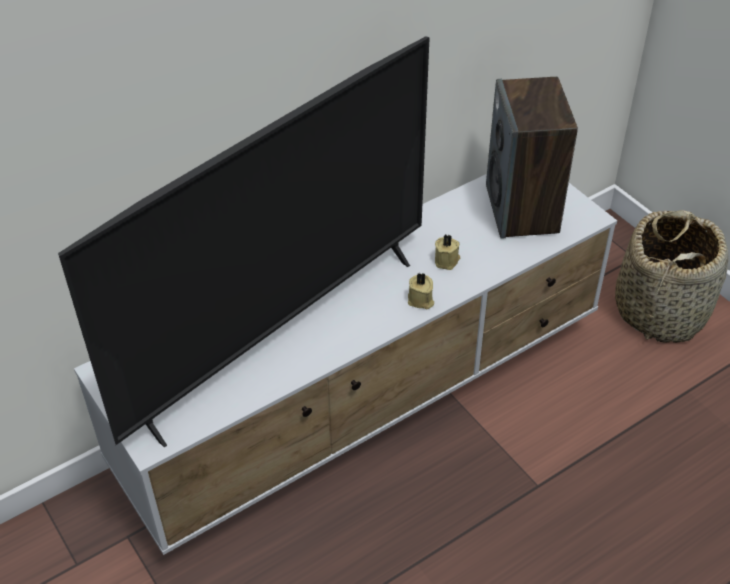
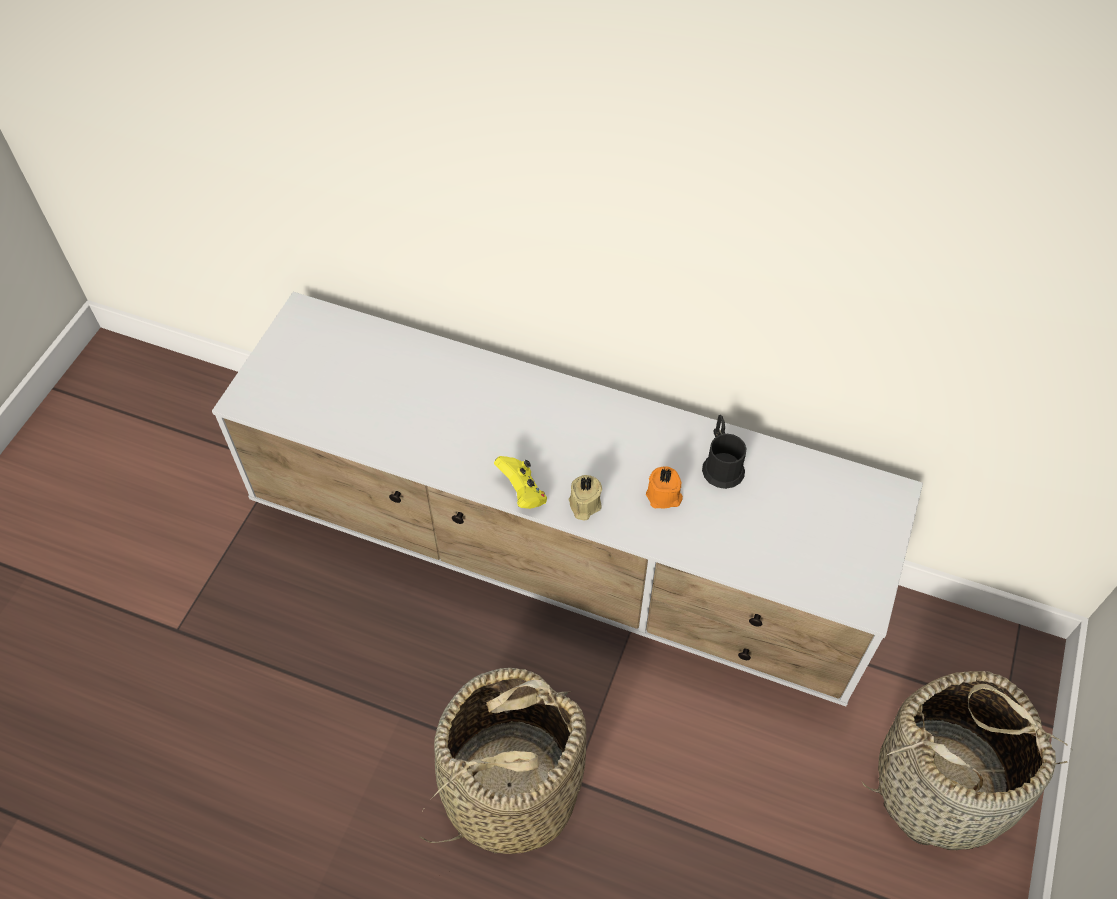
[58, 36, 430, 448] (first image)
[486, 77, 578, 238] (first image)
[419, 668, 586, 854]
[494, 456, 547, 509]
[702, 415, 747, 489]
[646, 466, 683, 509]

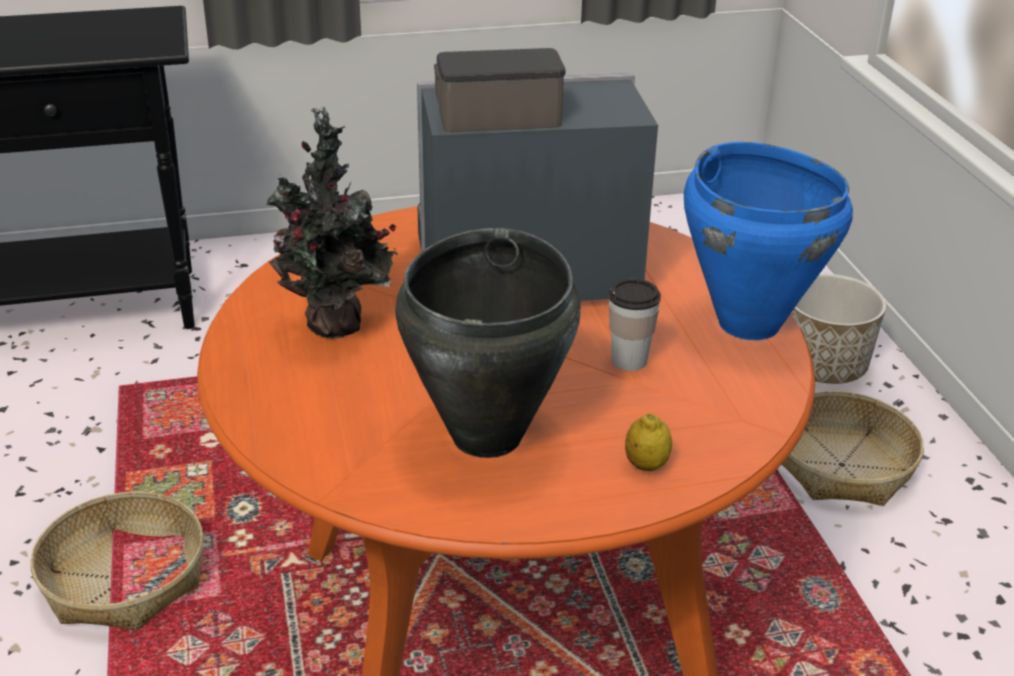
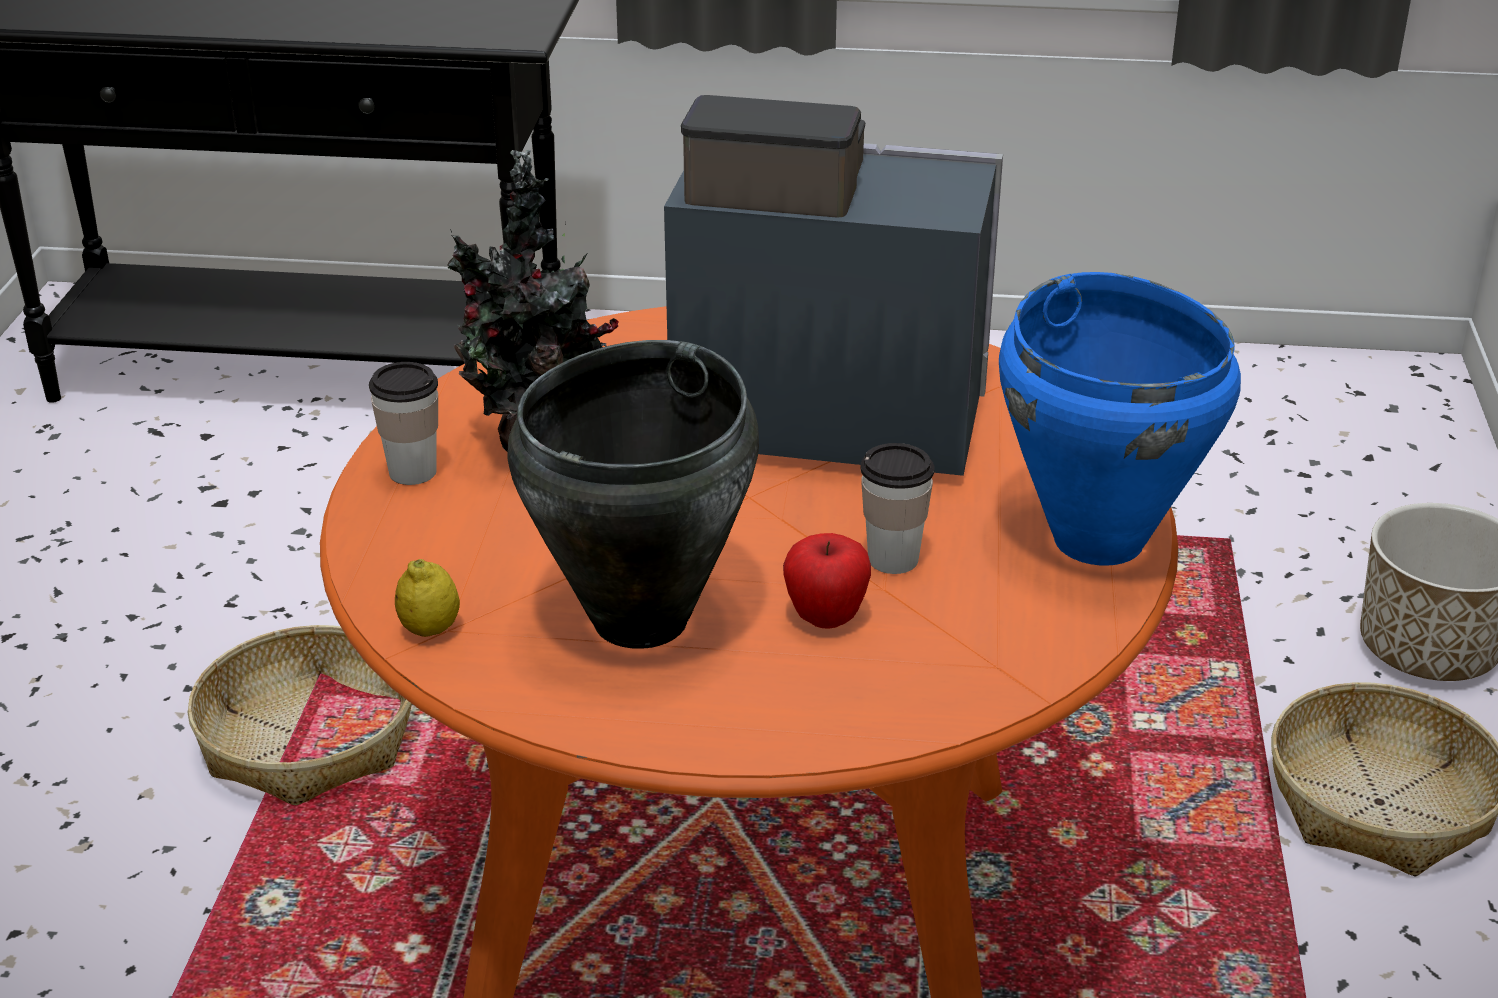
[369, 362, 438, 485]
[783, 533, 871, 629]
[395, 559, 460, 637]

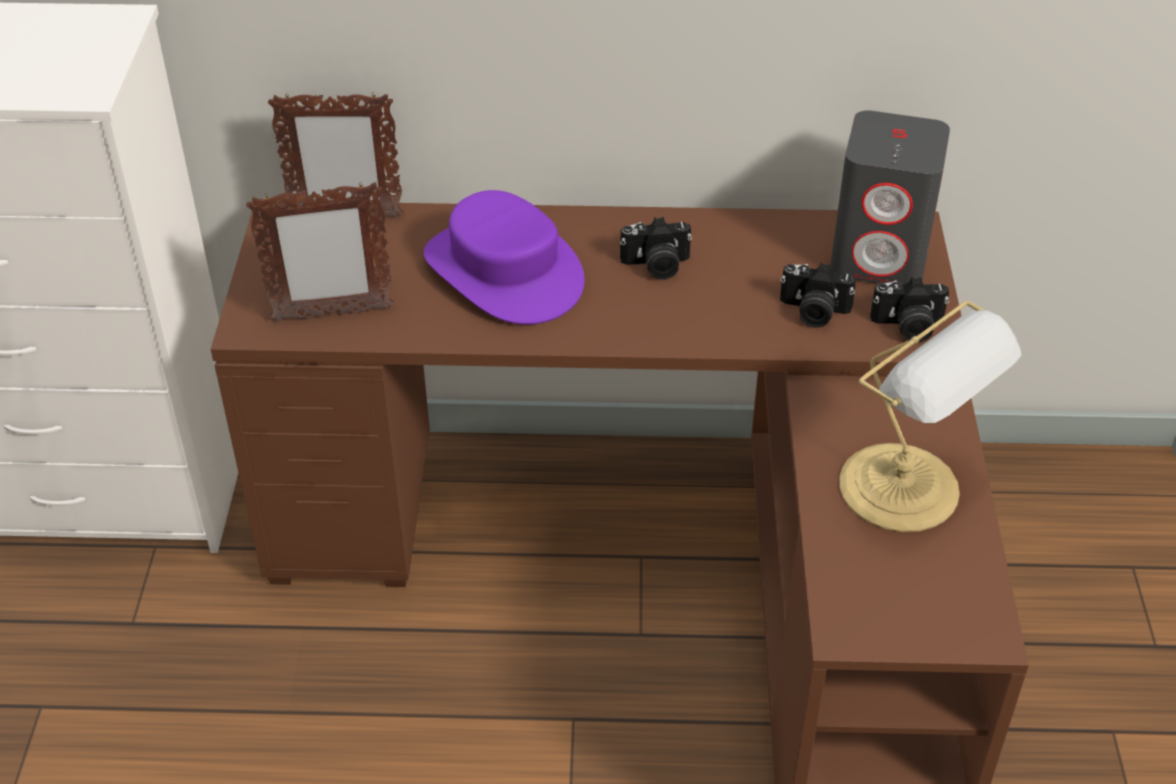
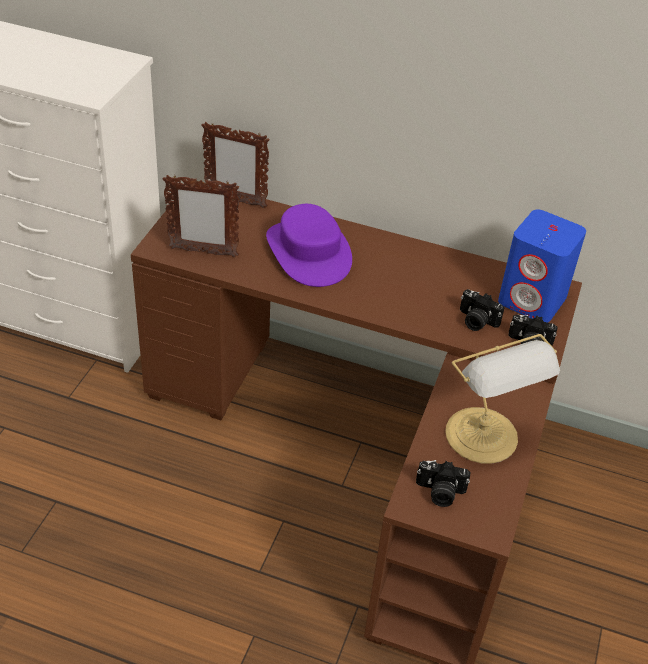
[416, 460, 471, 507]
[498, 209, 586, 323]

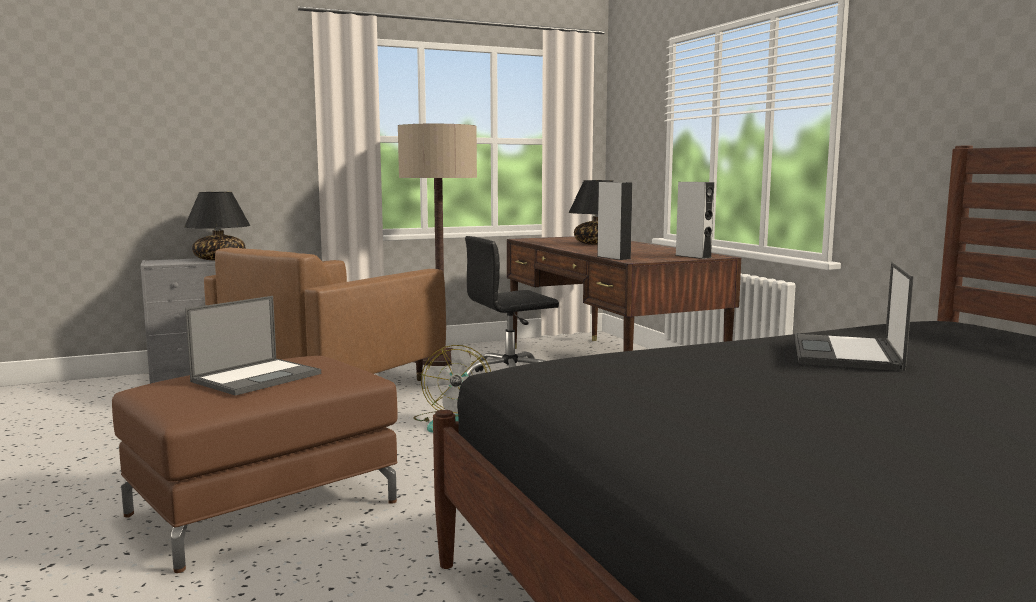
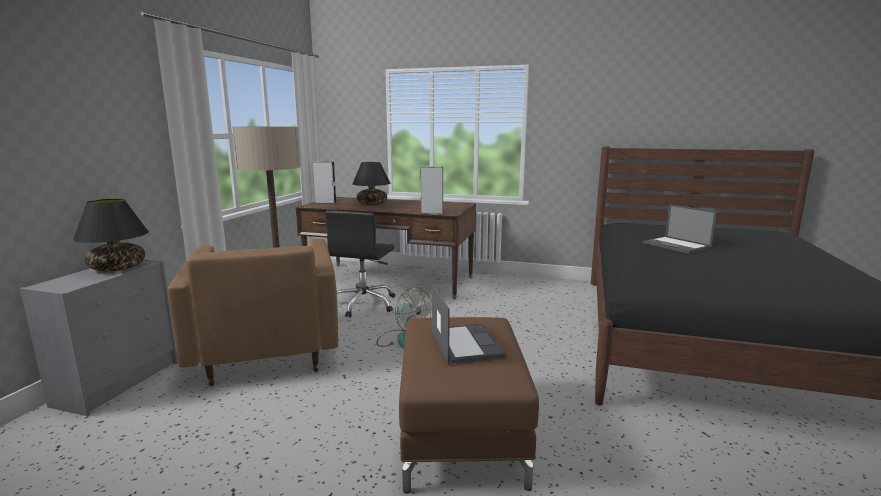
[313, 162, 336, 204]

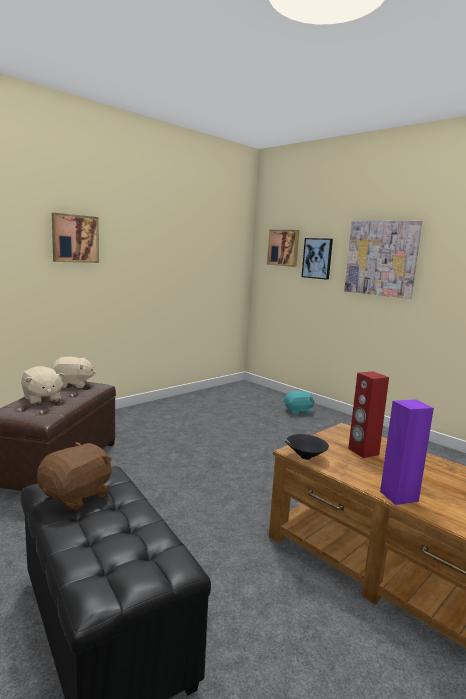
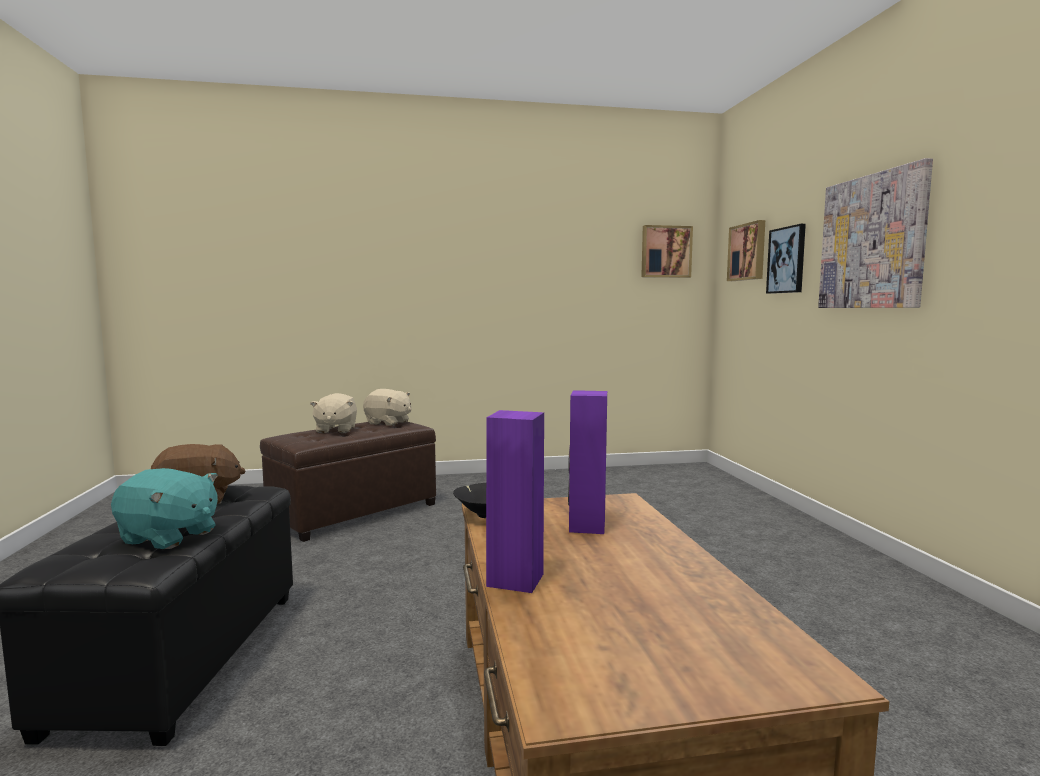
[641, 225, 693, 278]
[111, 468, 218, 549]
[568, 390, 607, 534]

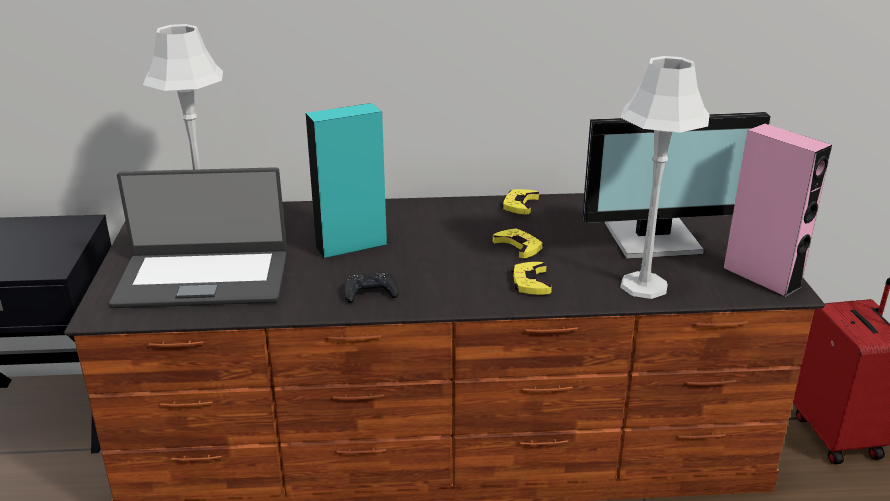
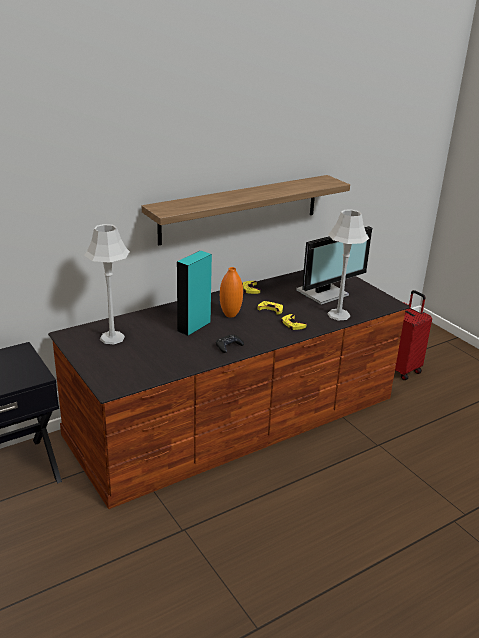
[109, 167, 287, 308] (first image)
[722, 124, 832, 298] (first image)
[142, 175, 350, 245]
[220, 267, 243, 317]

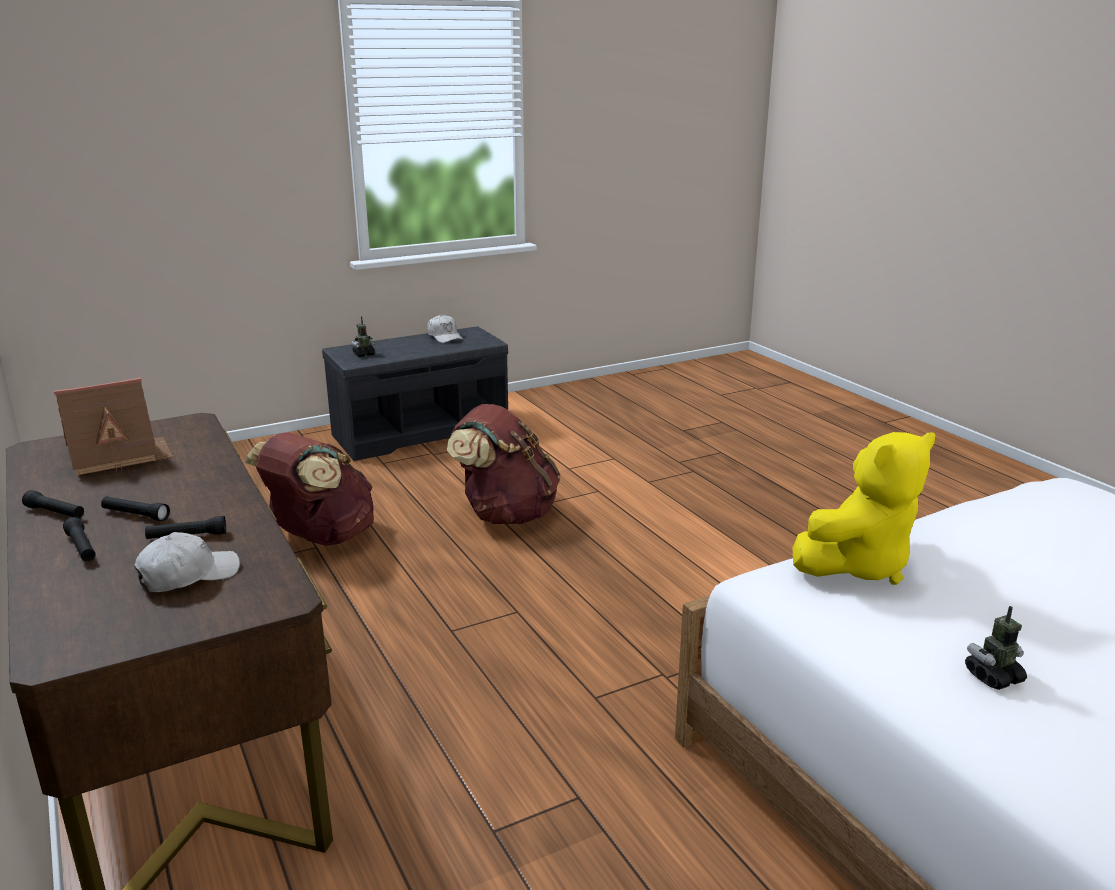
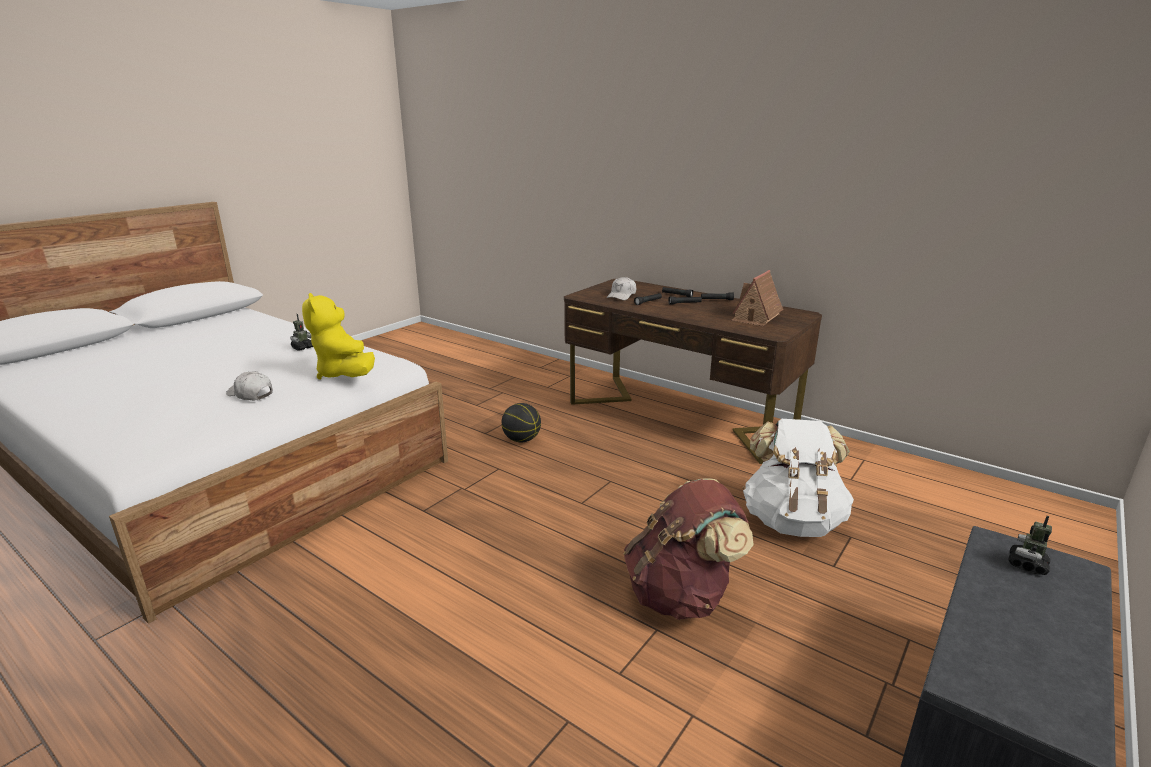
[502, 403, 541, 443]
[226, 371, 273, 400]
[742, 419, 854, 537]
[302, 293, 375, 380]

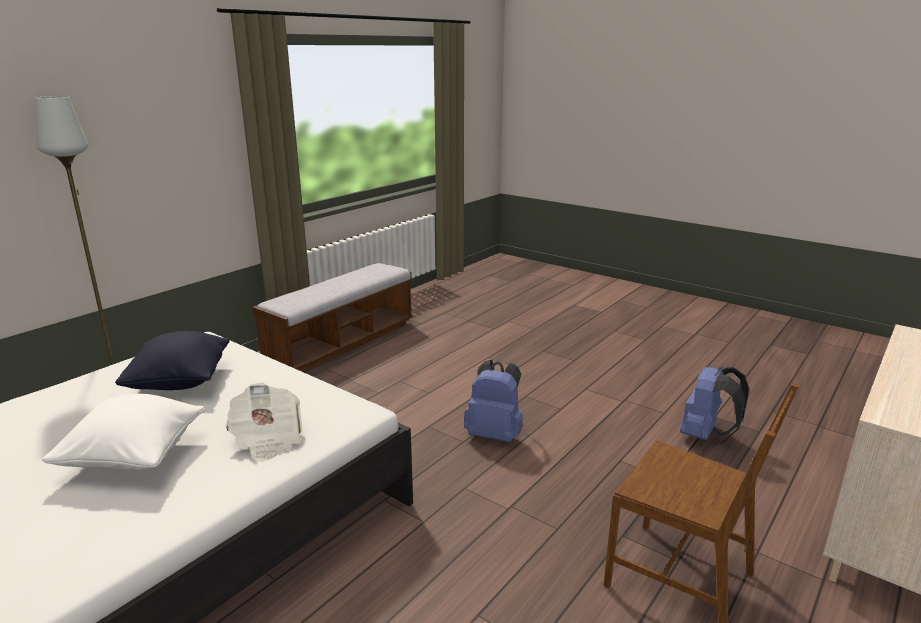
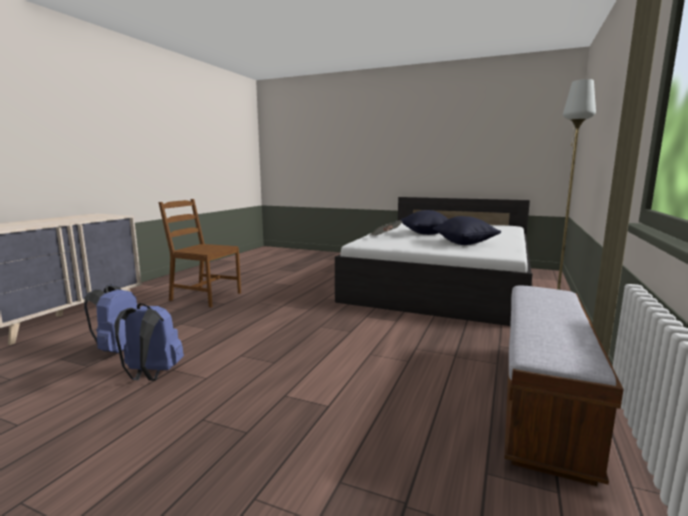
[114, 303, 184, 381]
[400, 210, 448, 235]

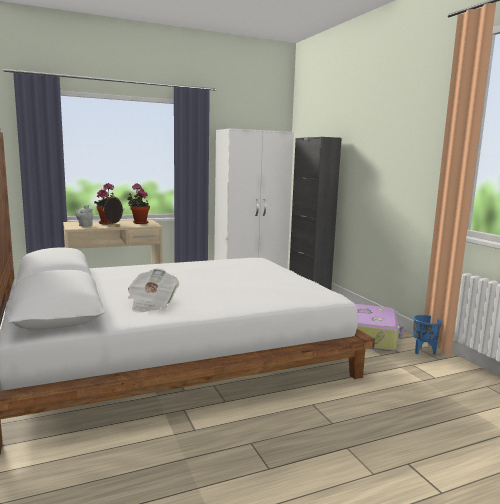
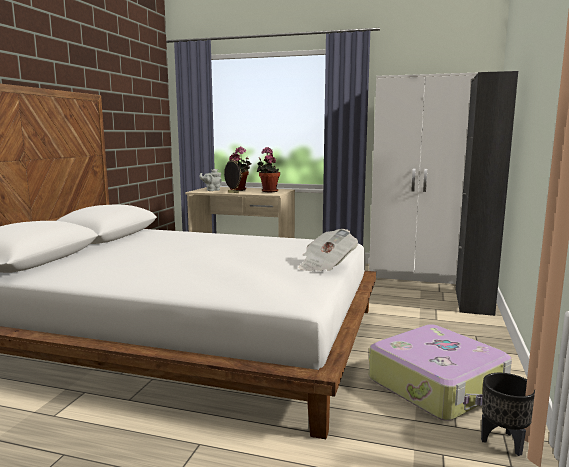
[299, 229, 358, 271]
[481, 373, 535, 456]

